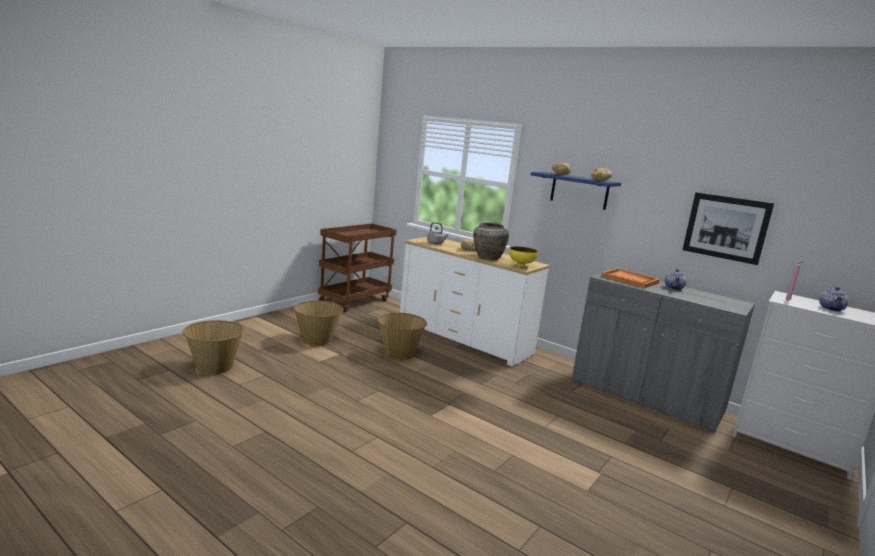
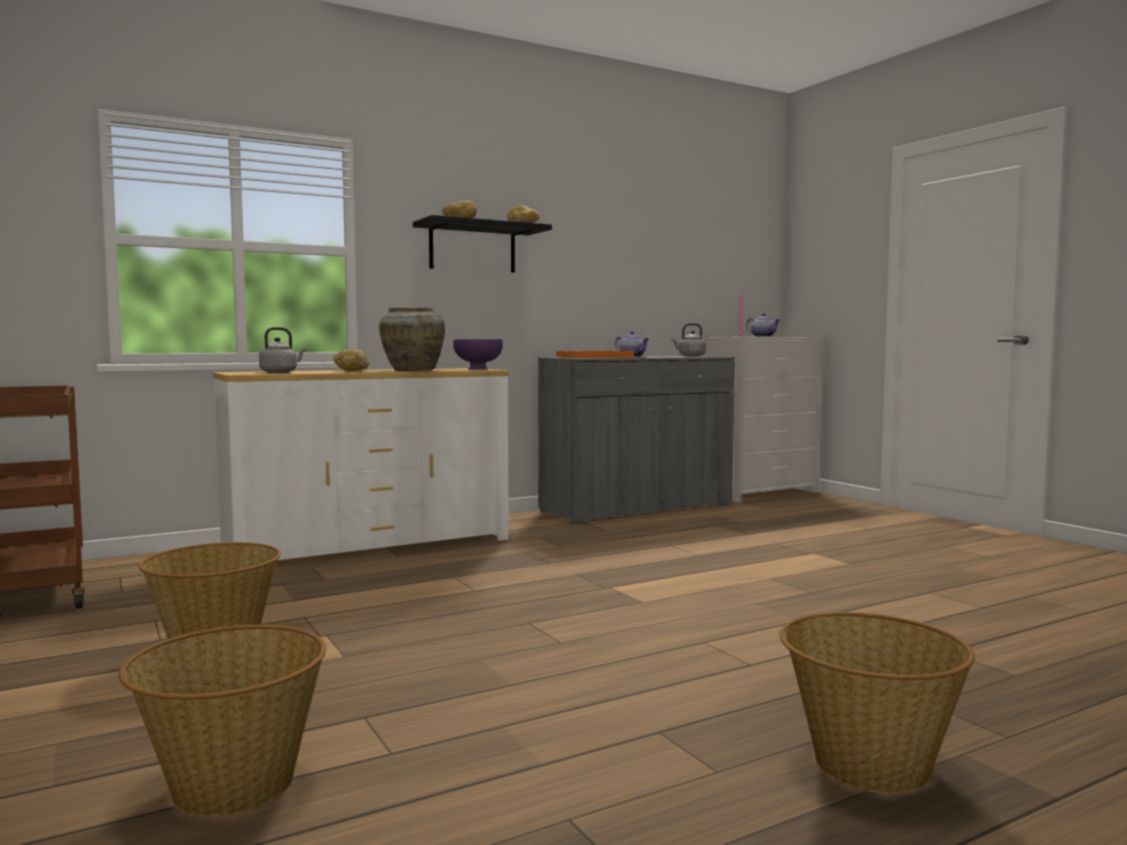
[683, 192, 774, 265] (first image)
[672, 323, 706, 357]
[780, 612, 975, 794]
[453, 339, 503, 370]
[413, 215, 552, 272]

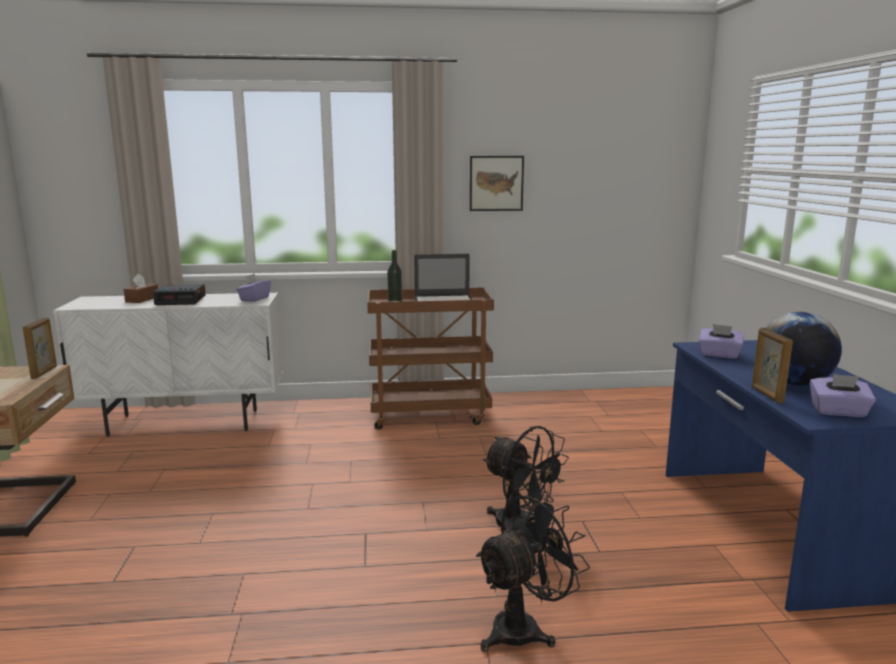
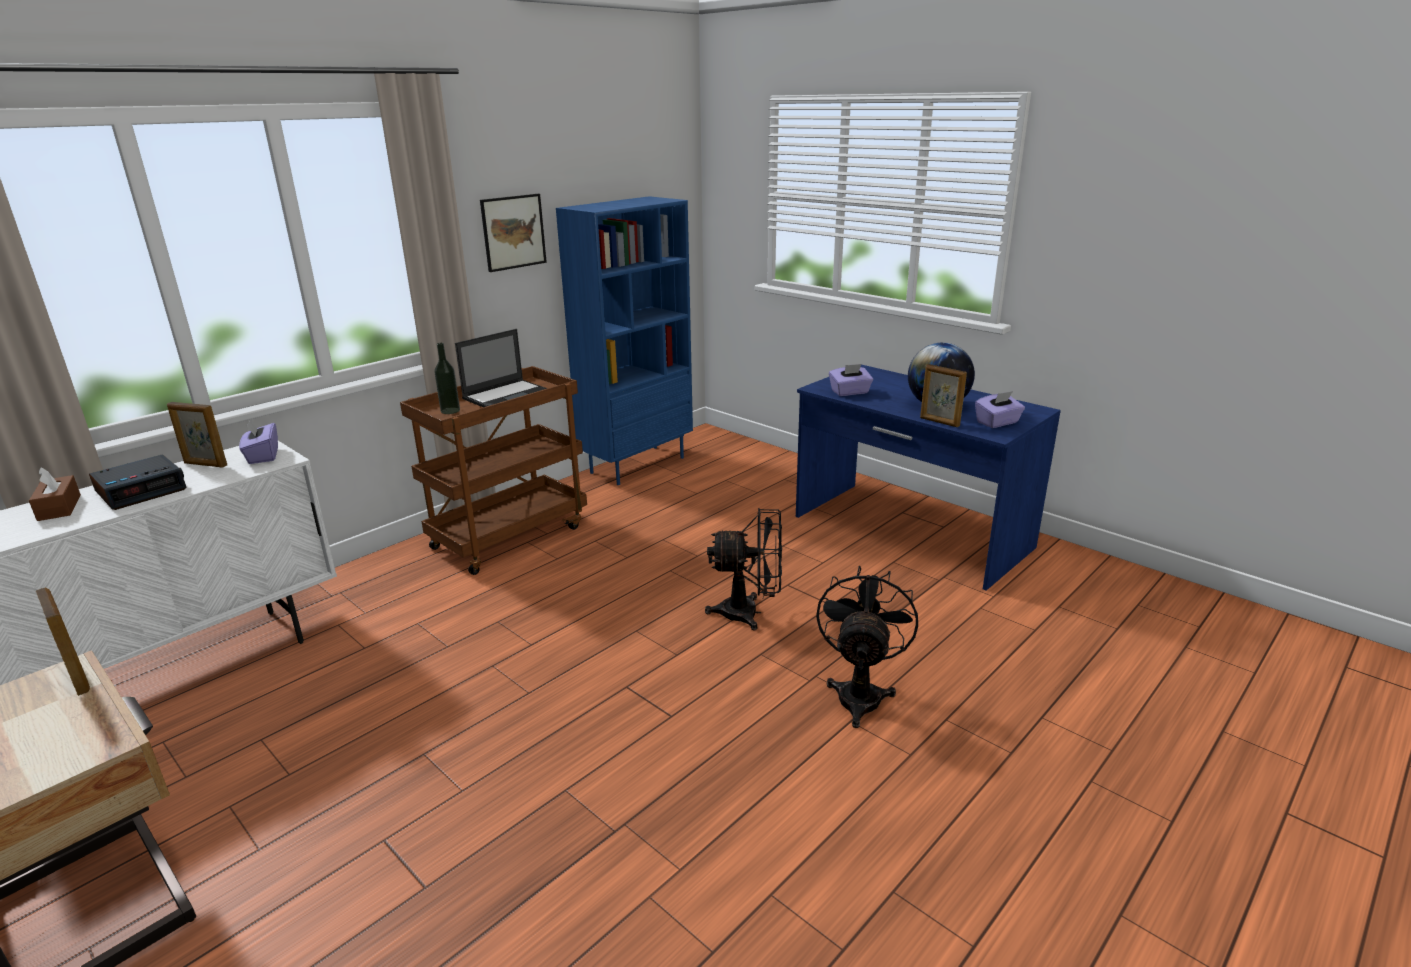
[167, 402, 227, 468]
[556, 196, 693, 485]

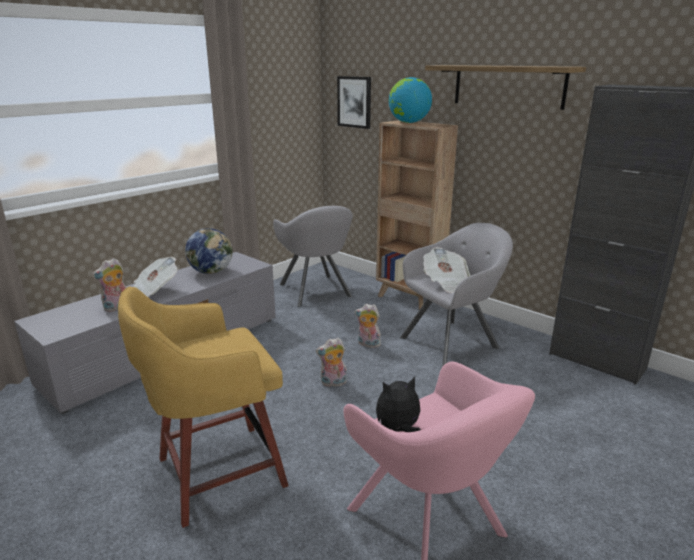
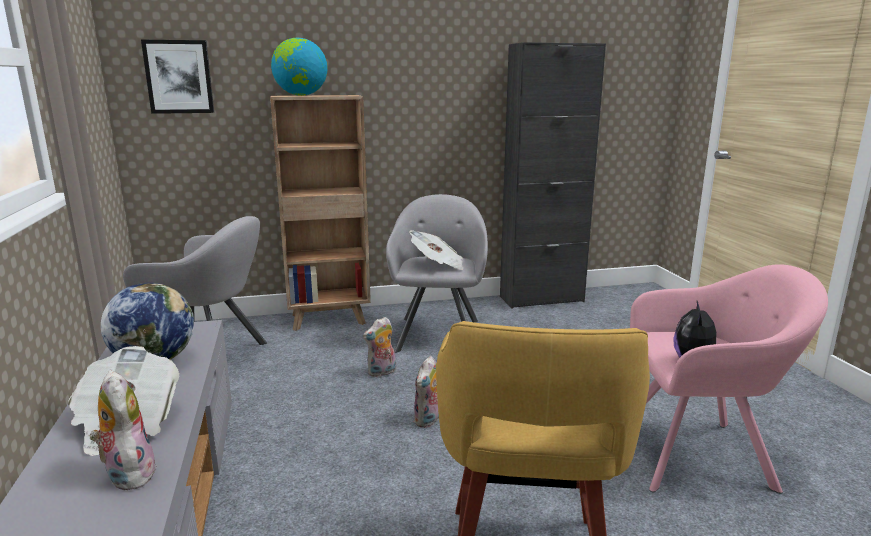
[425, 65, 586, 110] (first image)
[89, 370, 158, 490]

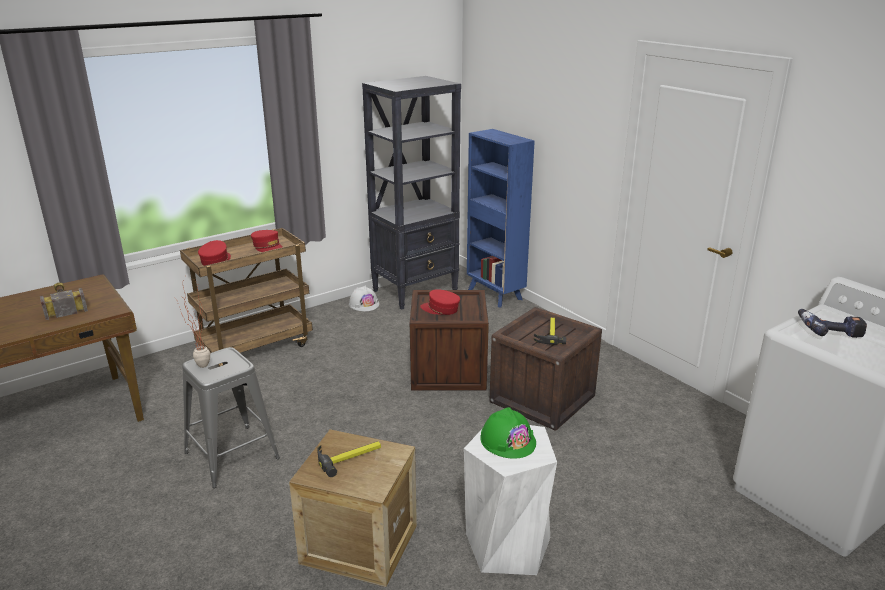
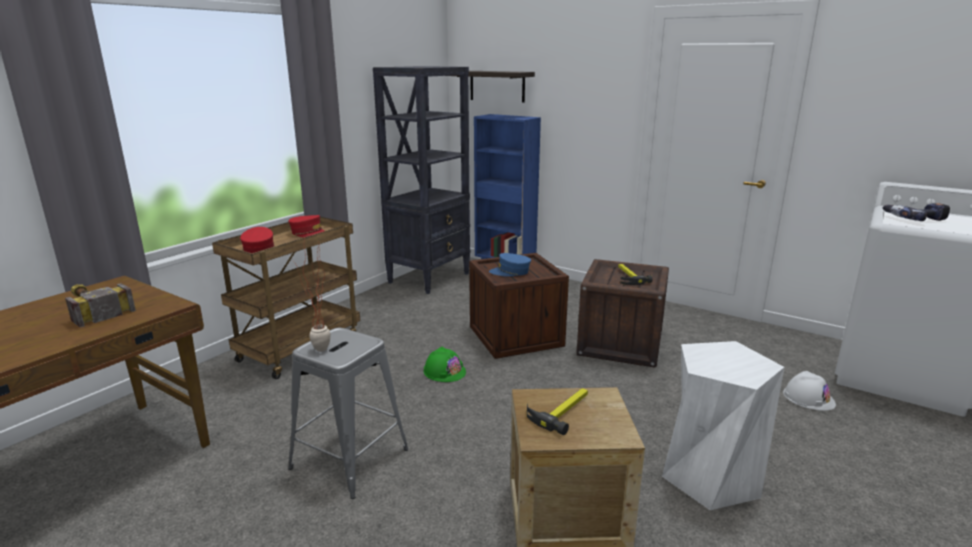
[451, 71, 535, 103]
[783, 371, 836, 411]
[424, 347, 466, 382]
[489, 253, 531, 277]

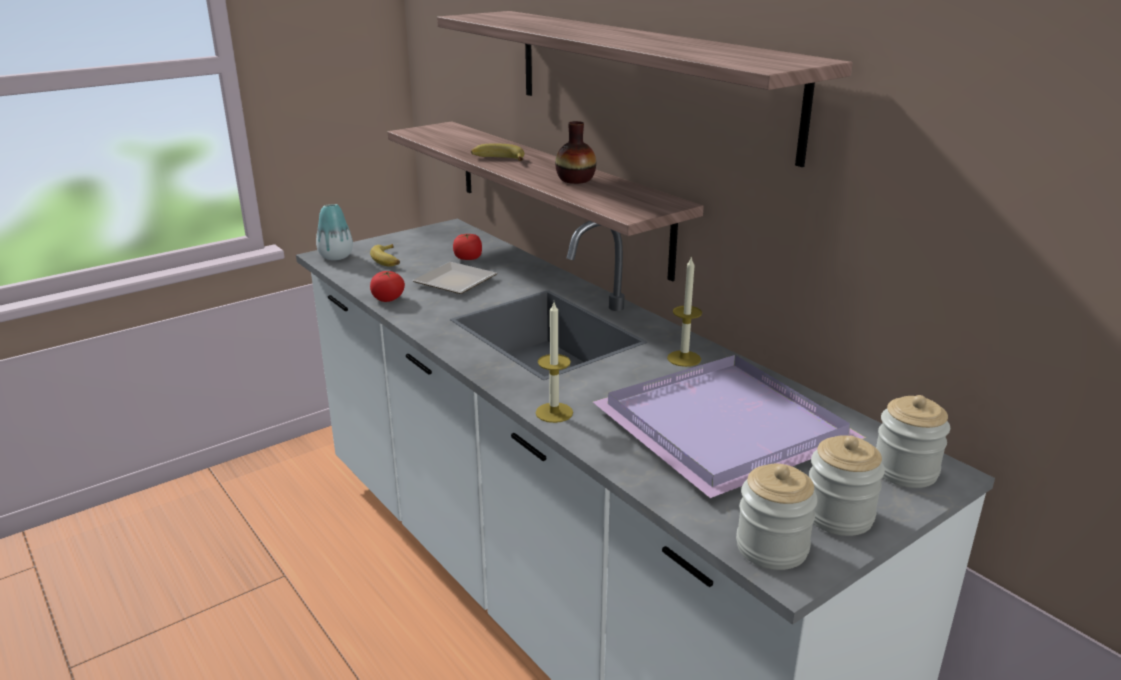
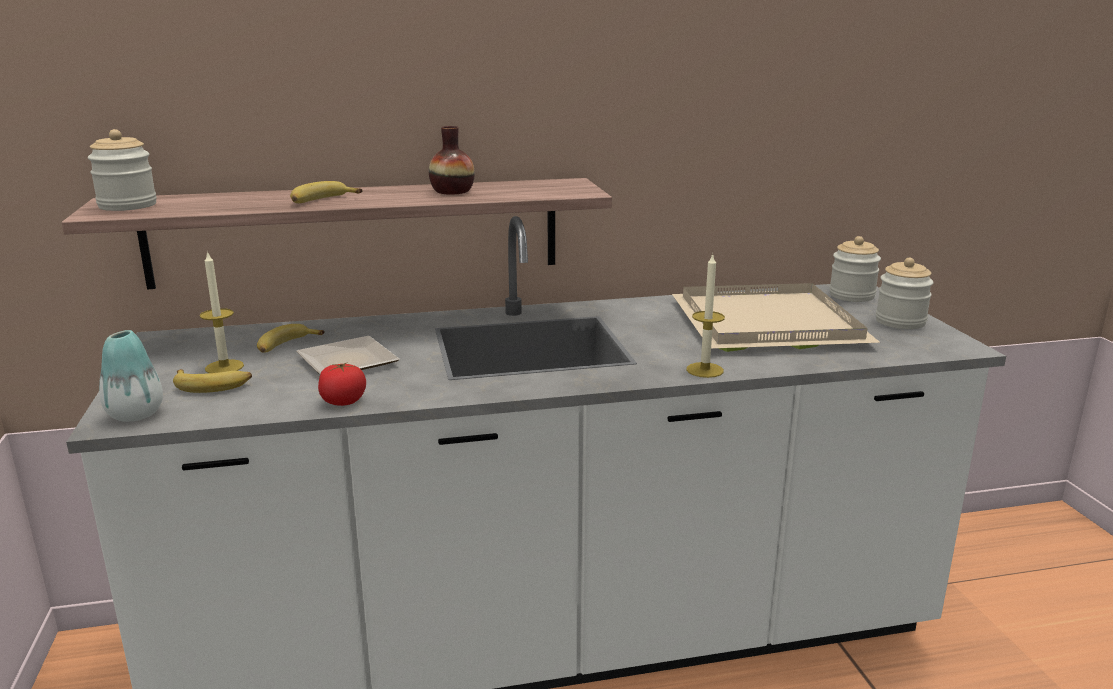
[437, 11, 853, 167] (first image)
[200, 251, 244, 373]
[88, 129, 157, 211]
[257, 324, 325, 353]
[672, 283, 881, 352]

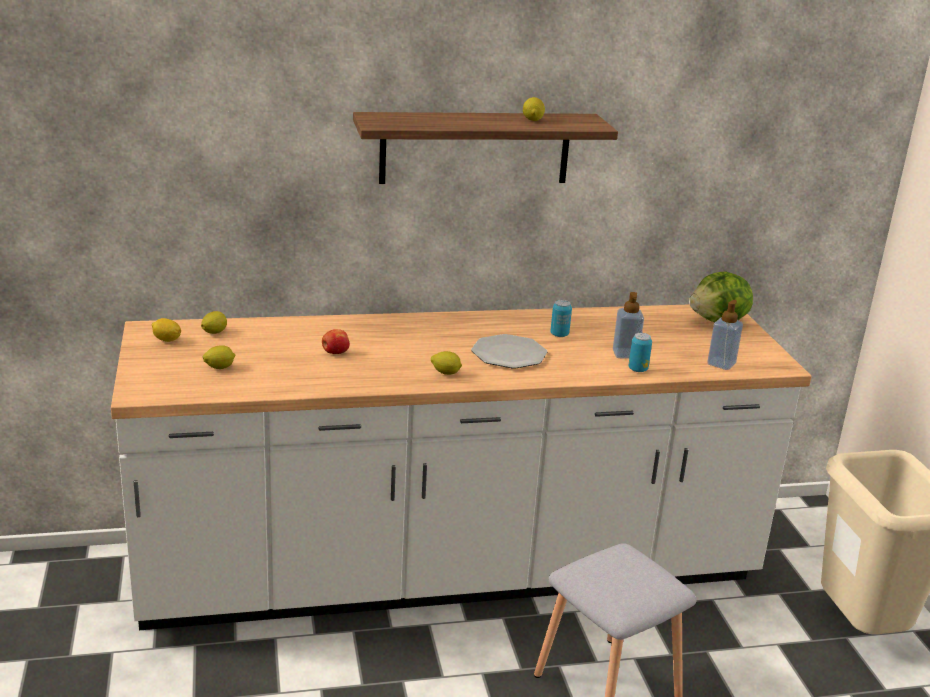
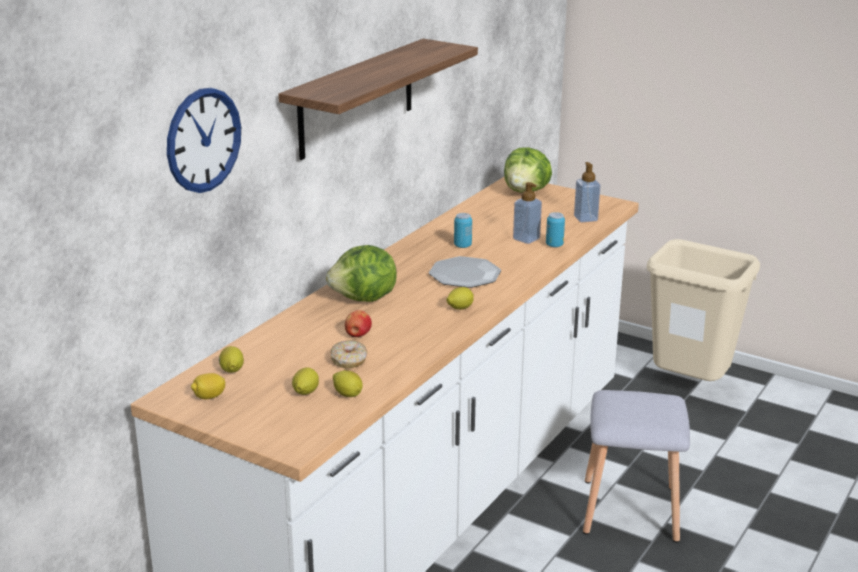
[167, 88, 241, 193]
[326, 245, 397, 302]
[331, 341, 367, 369]
[333, 370, 363, 397]

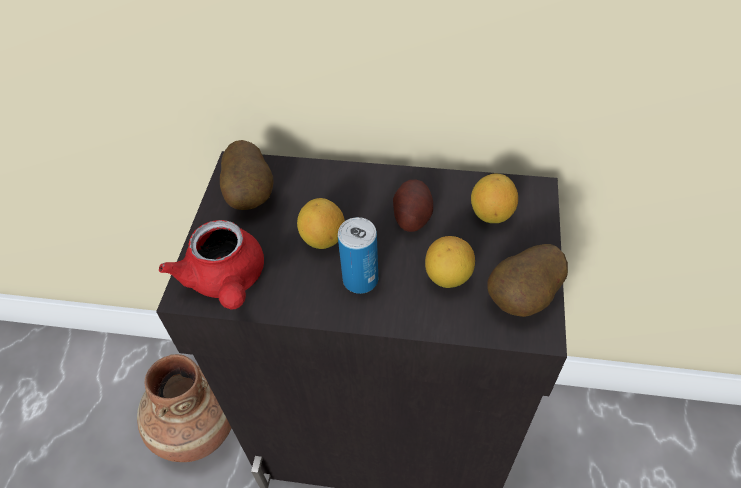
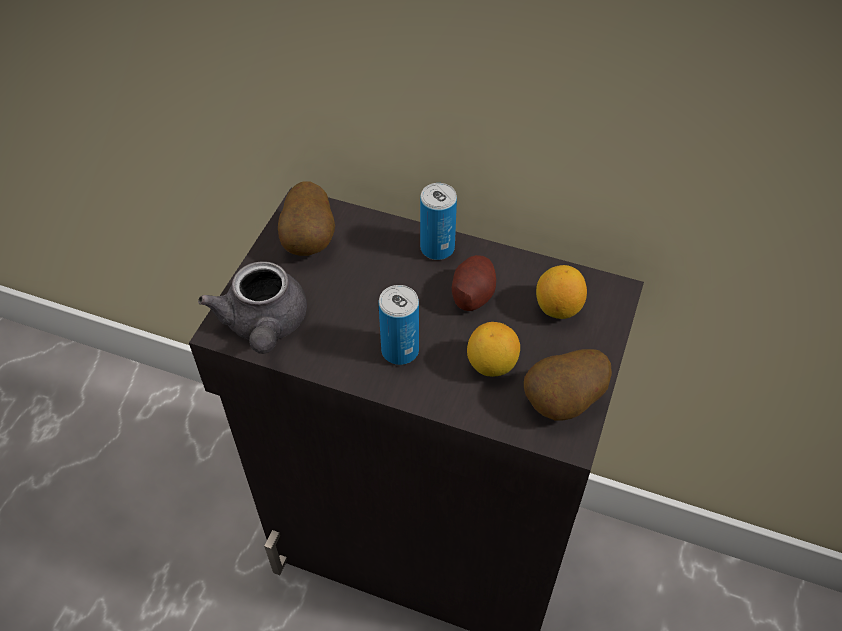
[137, 354, 231, 462] (first image)
[297, 198, 345, 249] (first image)
[420, 183, 457, 260]
[198, 262, 307, 354]

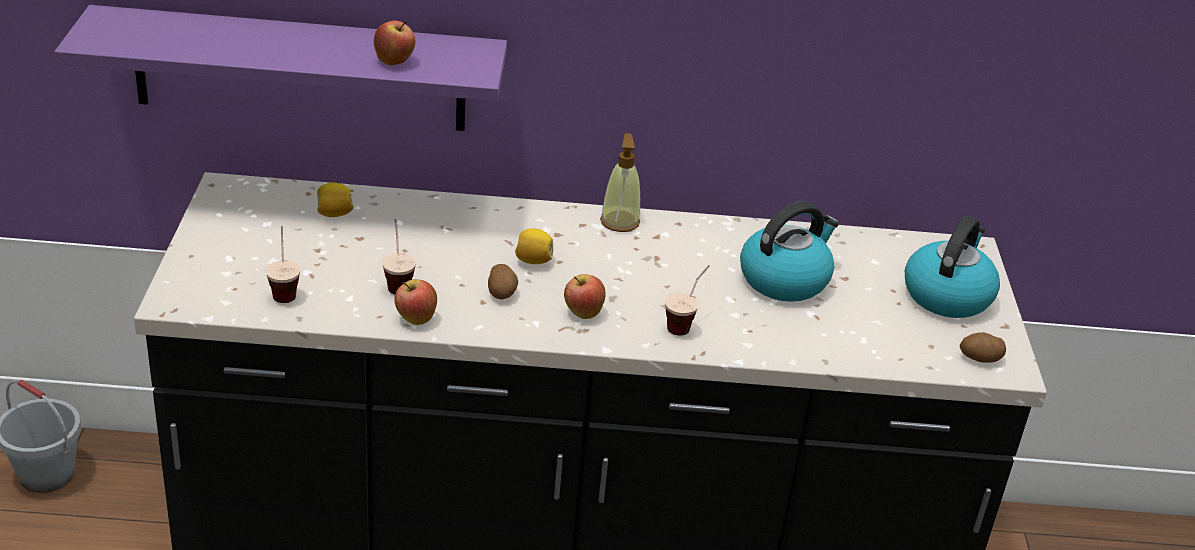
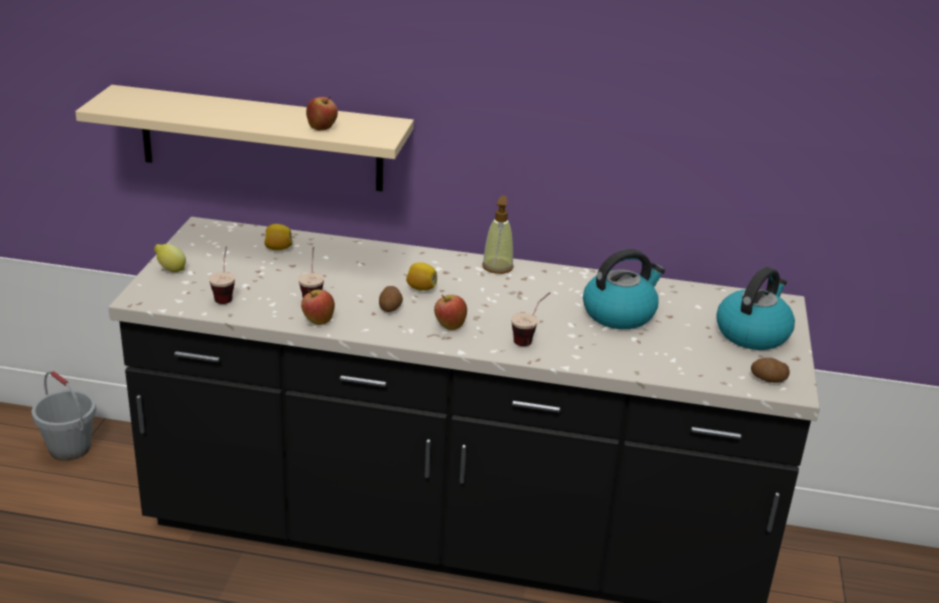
[154, 244, 186, 272]
[75, 85, 414, 191]

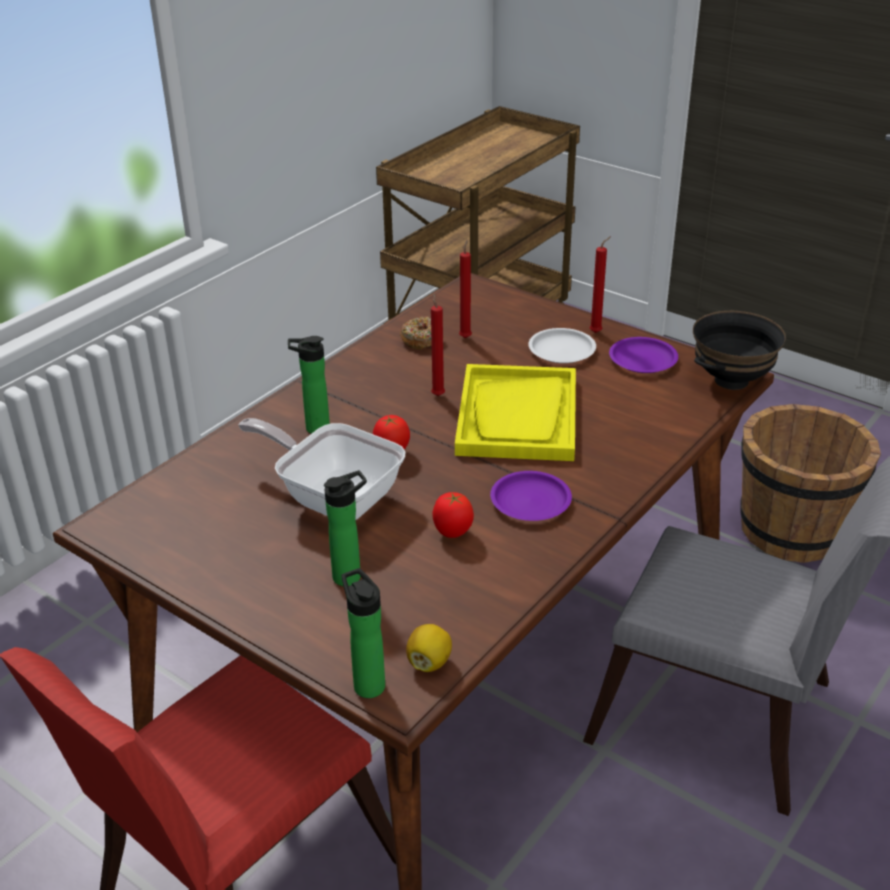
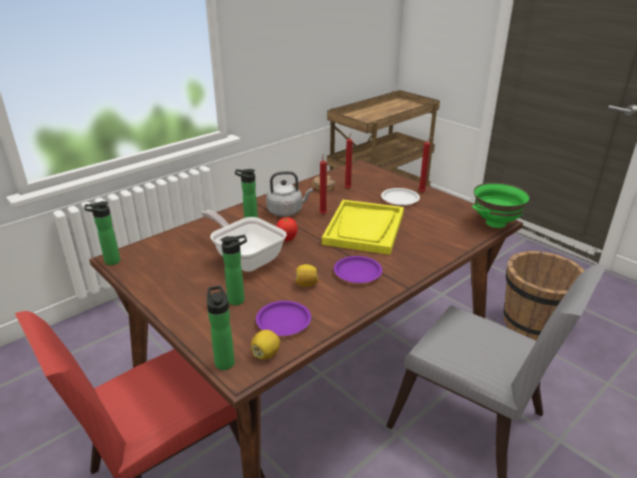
[84, 201, 120, 265]
[266, 171, 313, 217]
[256, 301, 311, 336]
[296, 264, 319, 287]
[472, 183, 530, 228]

